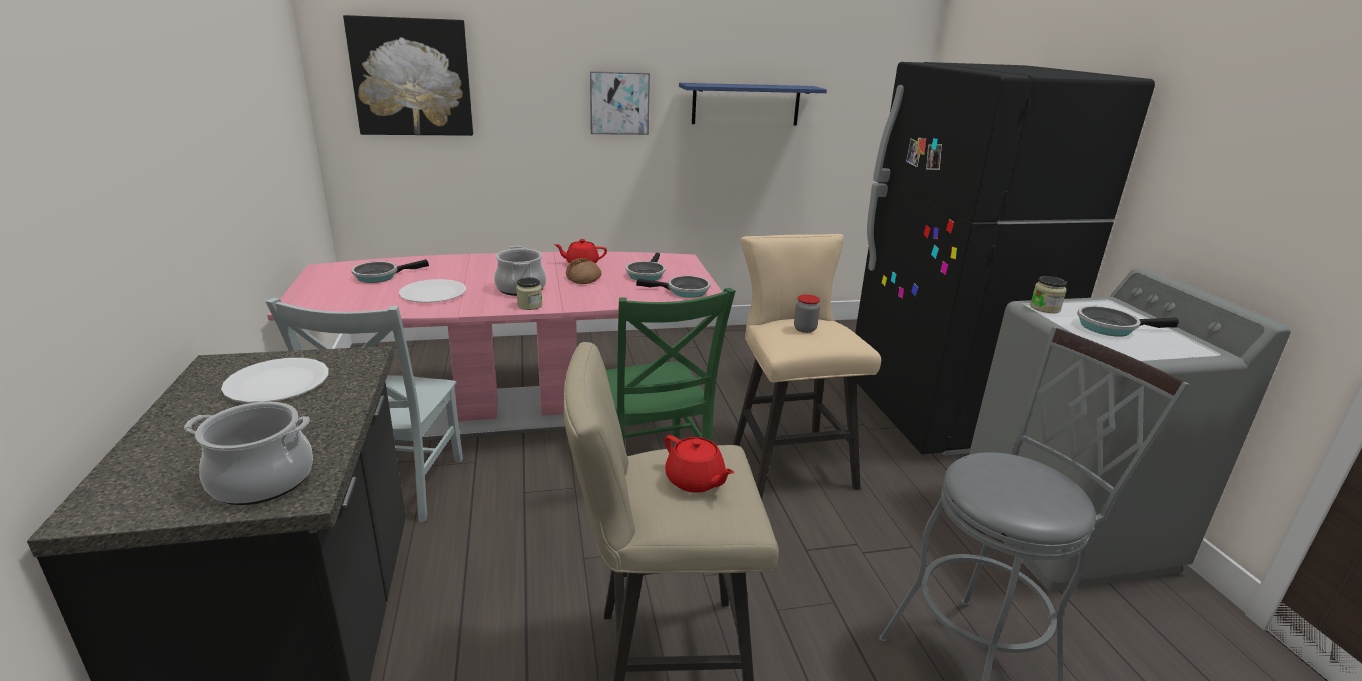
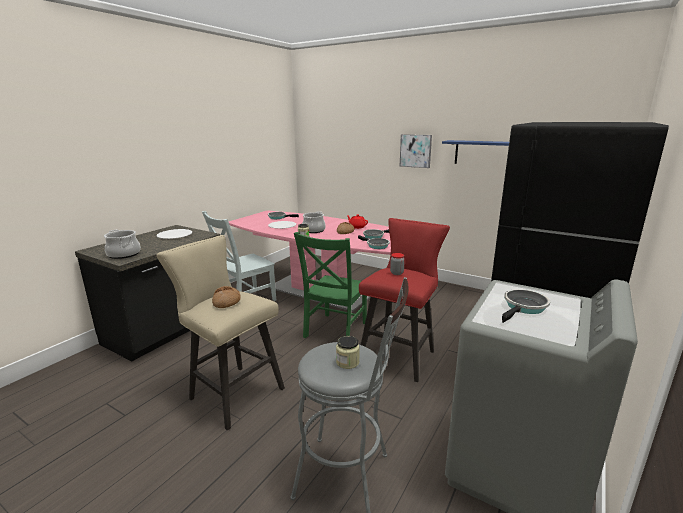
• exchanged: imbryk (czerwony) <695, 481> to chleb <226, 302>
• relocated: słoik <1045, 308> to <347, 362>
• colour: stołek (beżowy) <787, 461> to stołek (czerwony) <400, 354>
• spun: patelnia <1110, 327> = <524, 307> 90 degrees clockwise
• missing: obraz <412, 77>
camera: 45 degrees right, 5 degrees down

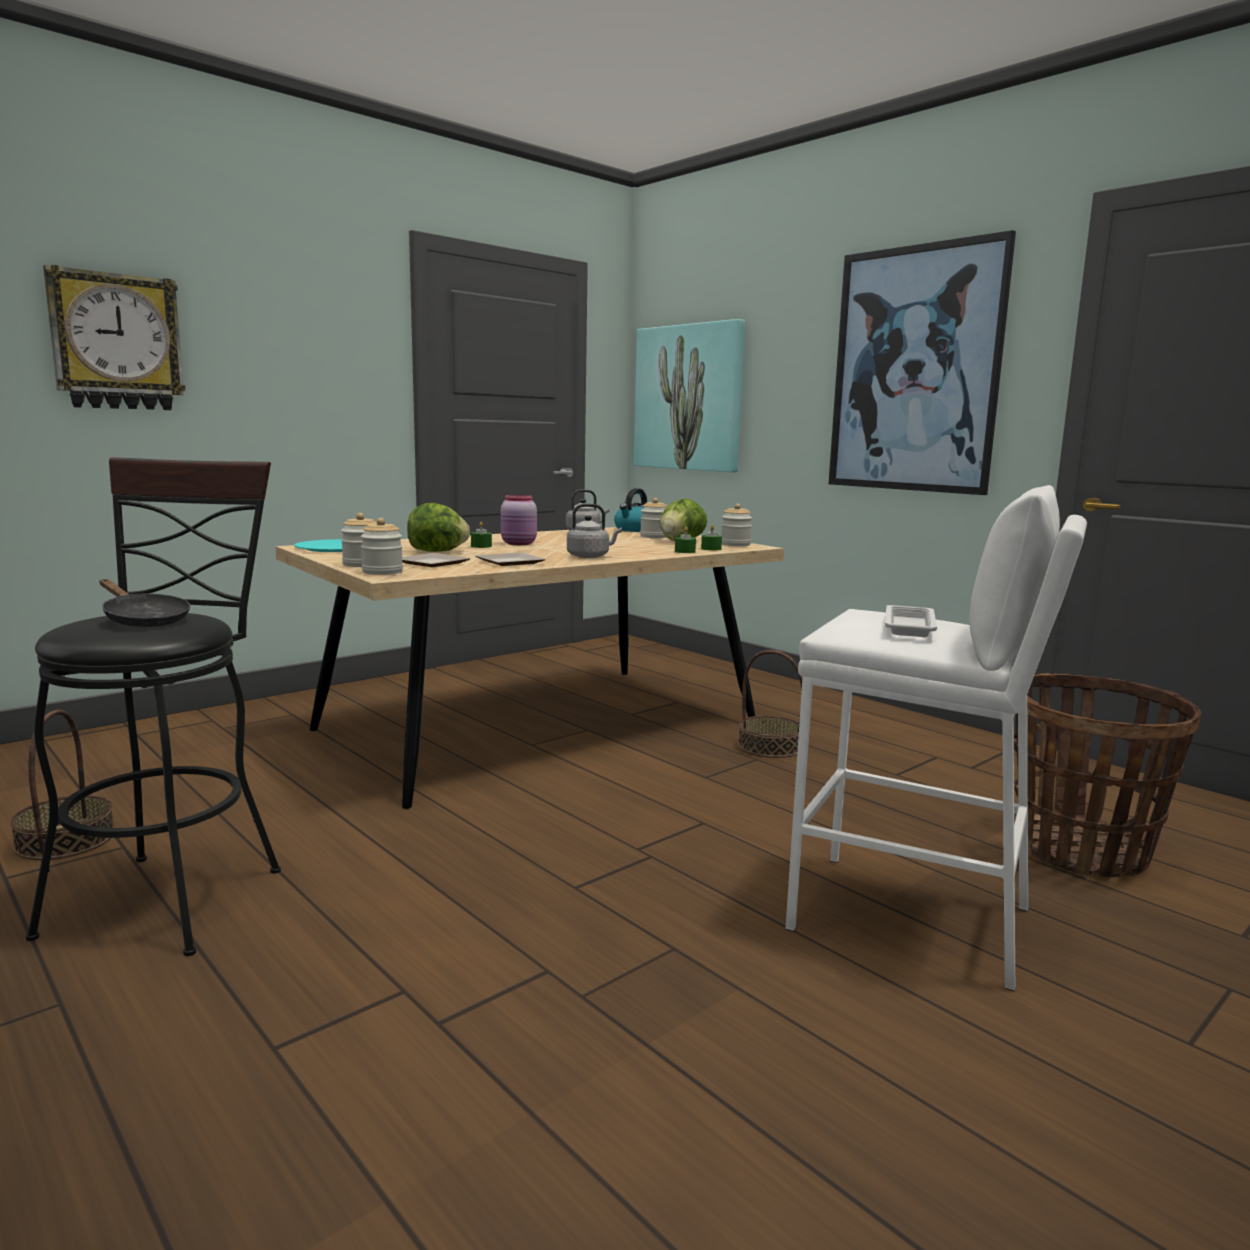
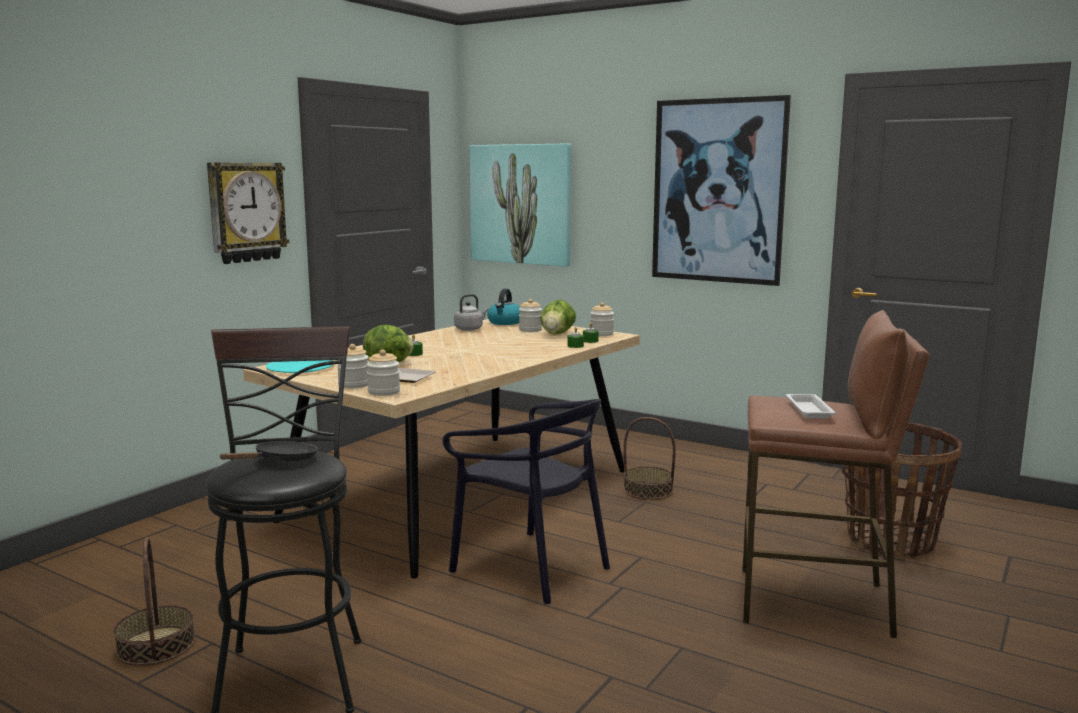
• relocated: zegar ścienny <116, 342> to <246, 212>
• spun: patelnia (czarny) <143, 620> = <281, 461> 75 degrees counterclockwise
• appeared: krzesło (czarny) <531, 567>
• colour: stołek (biały) <911, 918> to stołek (brązowy) <814, 603>
• missing: talerz <509, 563>
• missing: słoik (różowy) <519, 544>
• missing: czajnik (szary) <590, 556>
camera: 15 degrees left, 0 degrees up

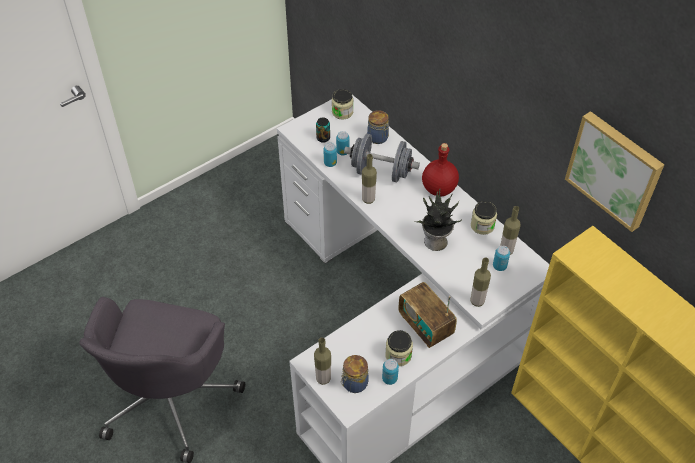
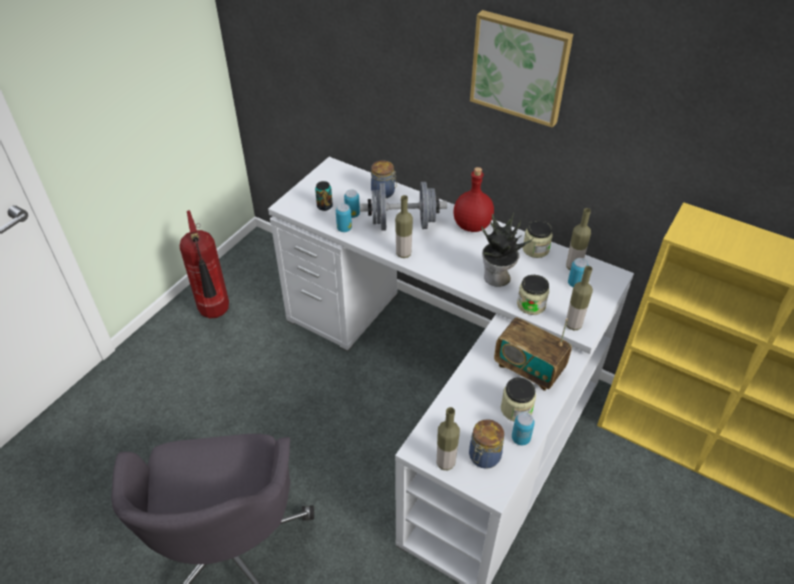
• appeared: gaśnica <216, 313>
• relocated: obraz <615, 169> to <520, 67>
• relocated: słoik <342, 112> to <531, 305>
camera: 20 degrees left, 5 degrees down

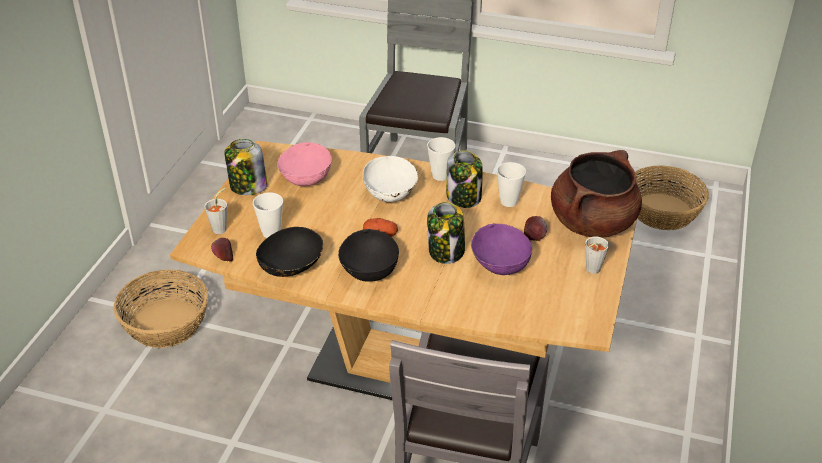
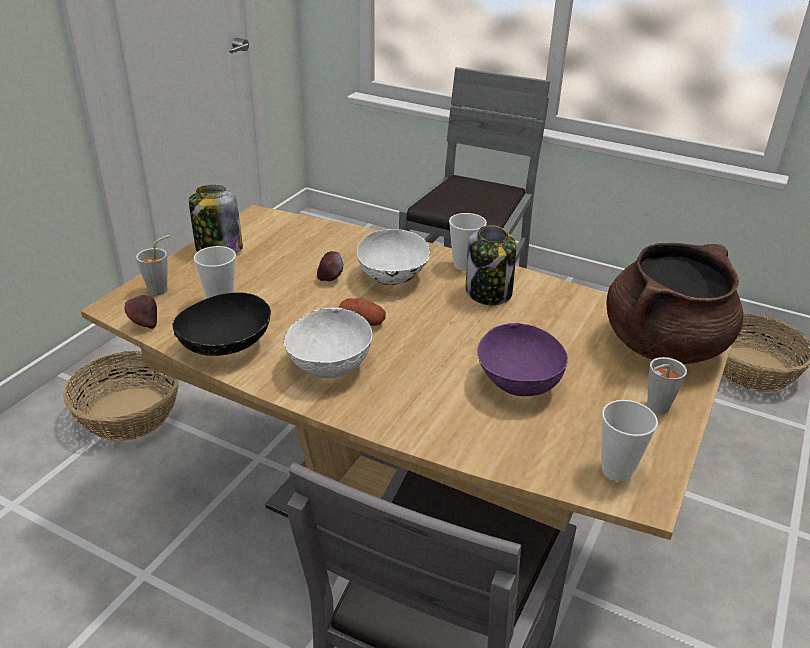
• colour: miska (czarny) <368, 270> to miska (biały) <329, 364>
• relocated: jabłko <534, 237> to <330, 278>
• relocated: filiżanka <508, 202> to <617, 470>
• missing: miska (różowy) <305, 178>
• missing: słoik <446, 251>
camera: 10 degrees right, 5 degrees down

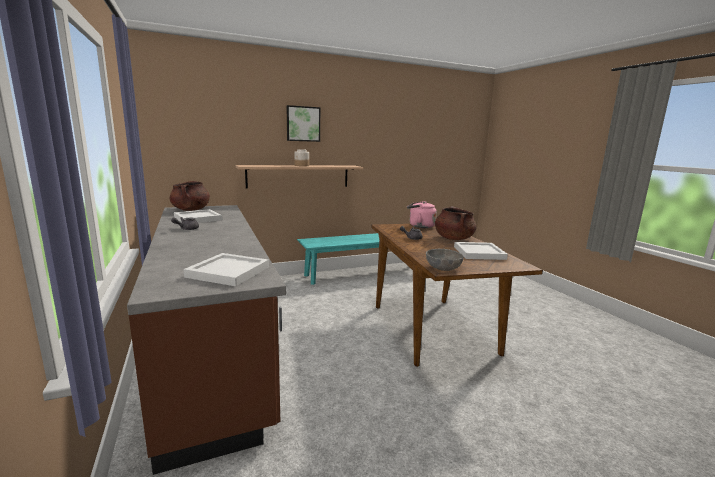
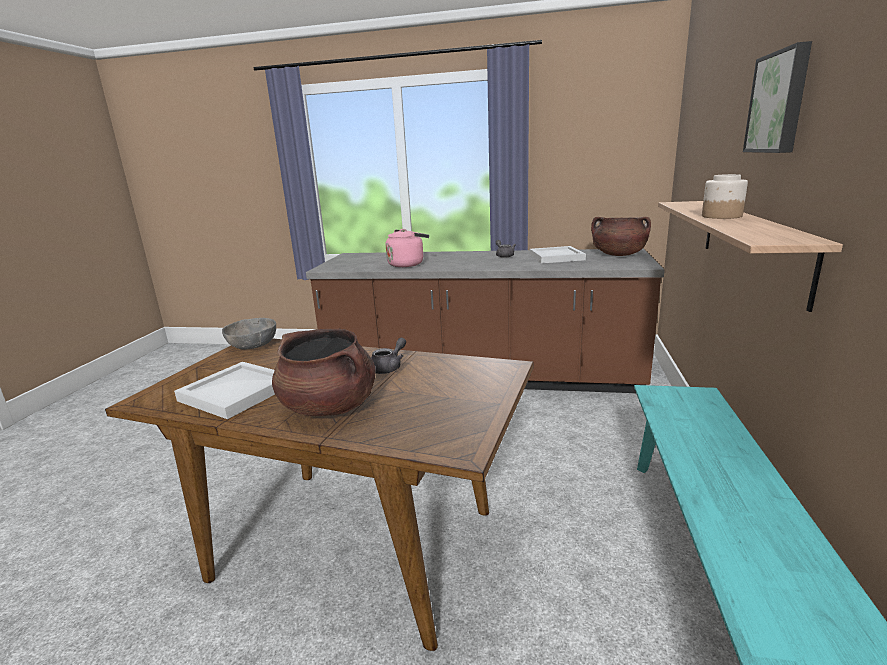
• relocated: czajnik (różowy) <420, 226> to <407, 264>
• missing: taca (biały) <228, 271>
camera: 125 degrees right, 5 degrees up

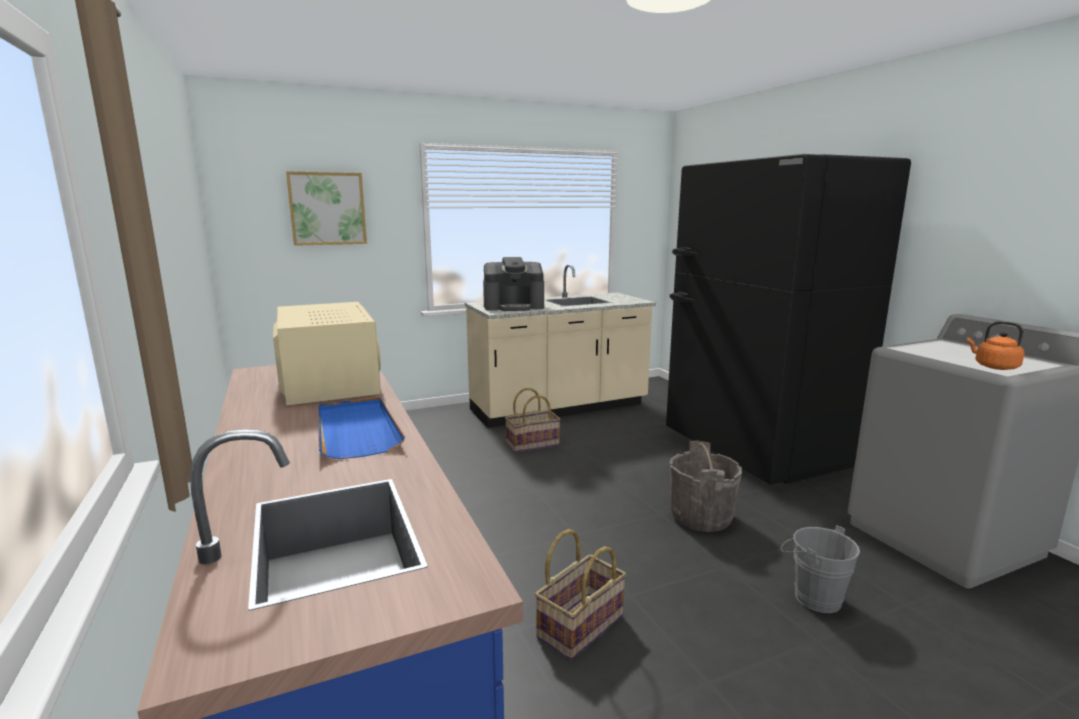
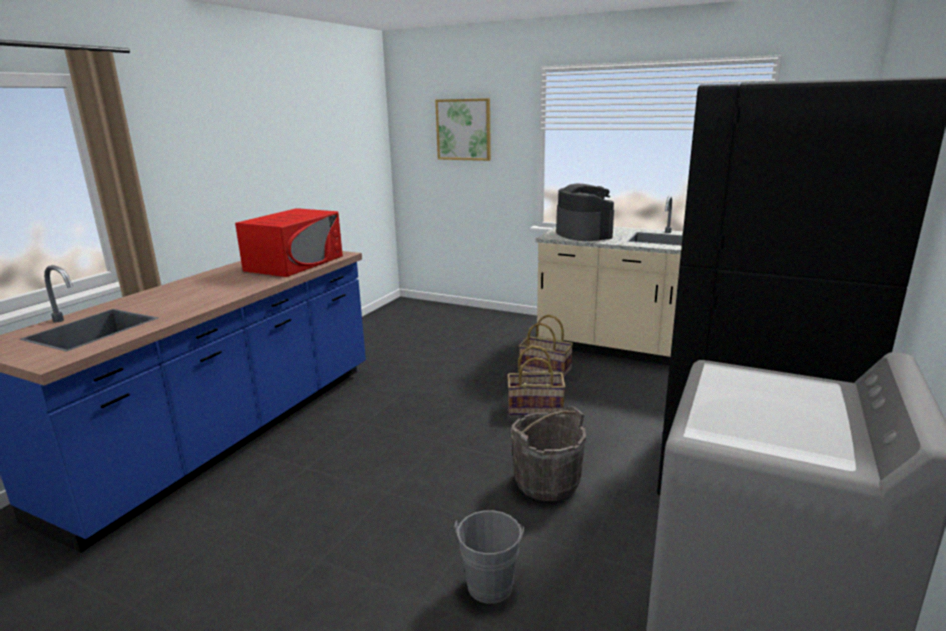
• colour: mikrofalówka (beżowy) <329, 381> to mikrofalówka (czerwony) <295, 263>
• relocated: koszyk <580, 625> to <535, 408>
• spun: ekspres do kawy <514, 306> = <583, 234> 150 degrees counterclockwise
• missing: taca (niebieski) <356, 430>
• missing: czajnik (pomarańczowy) <993, 367>
camera: 50 degrees right, 5 degrees up

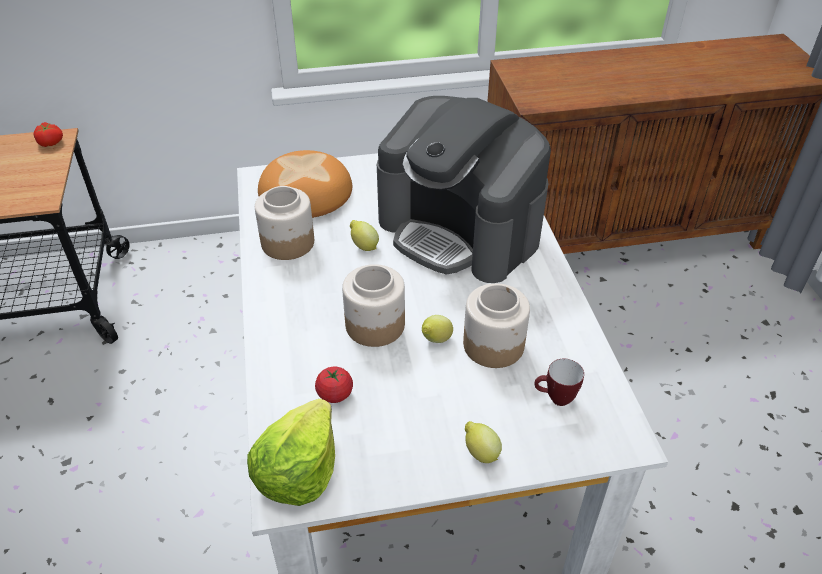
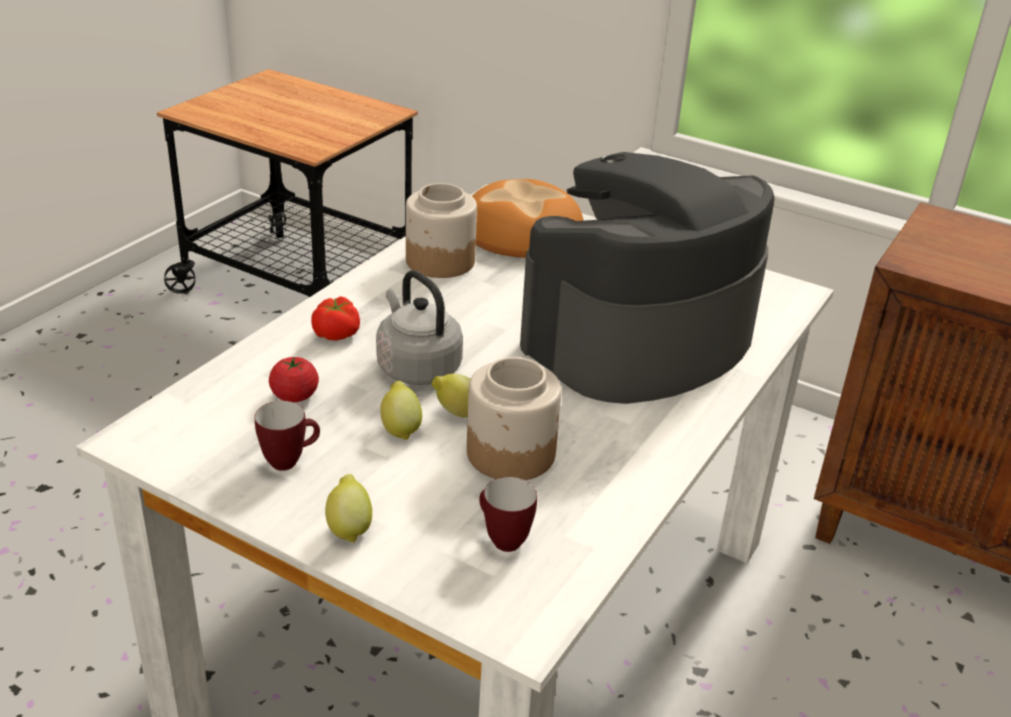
• appeared: kubek <290, 460>
• relocated: pomidor <51, 142> to <337, 333>
• exchanged: słoik <374, 325> to czajnik (szary) <416, 367>
• relocated: cytryna <364, 246> to <400, 429>
• spun: ekspres do kawy <460, 230> = <637, 340> 60 degrees clockwise
• missing: sałata <298, 470>
camera: 40 degrees right, 10 degrees down

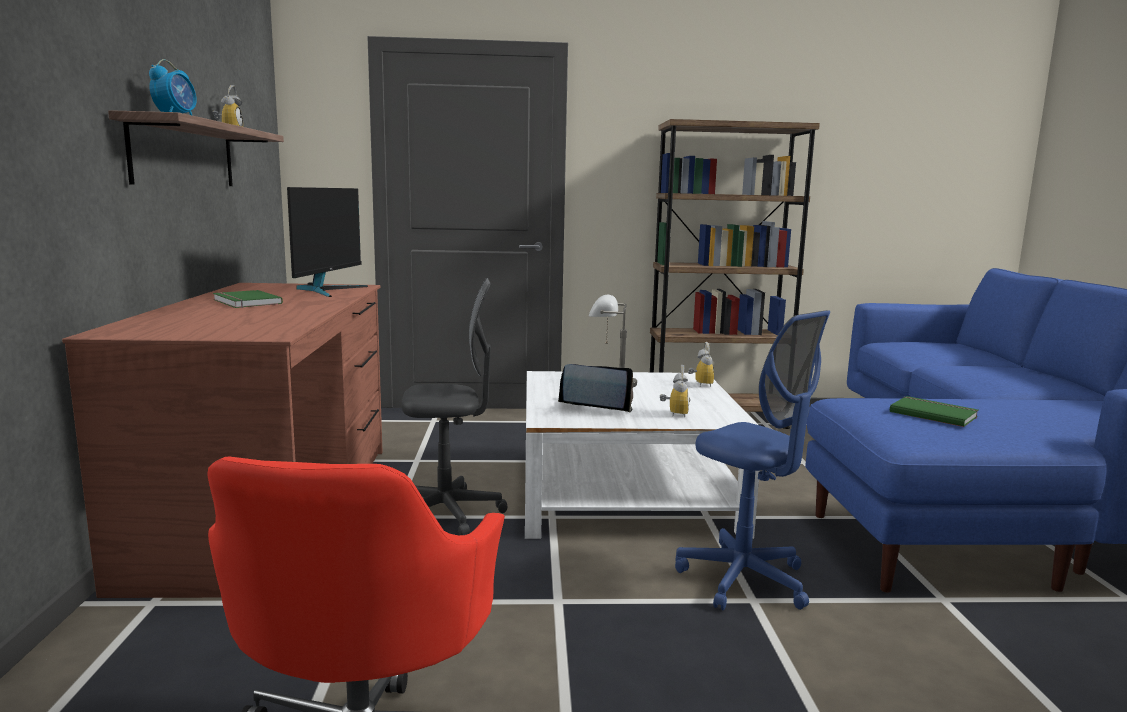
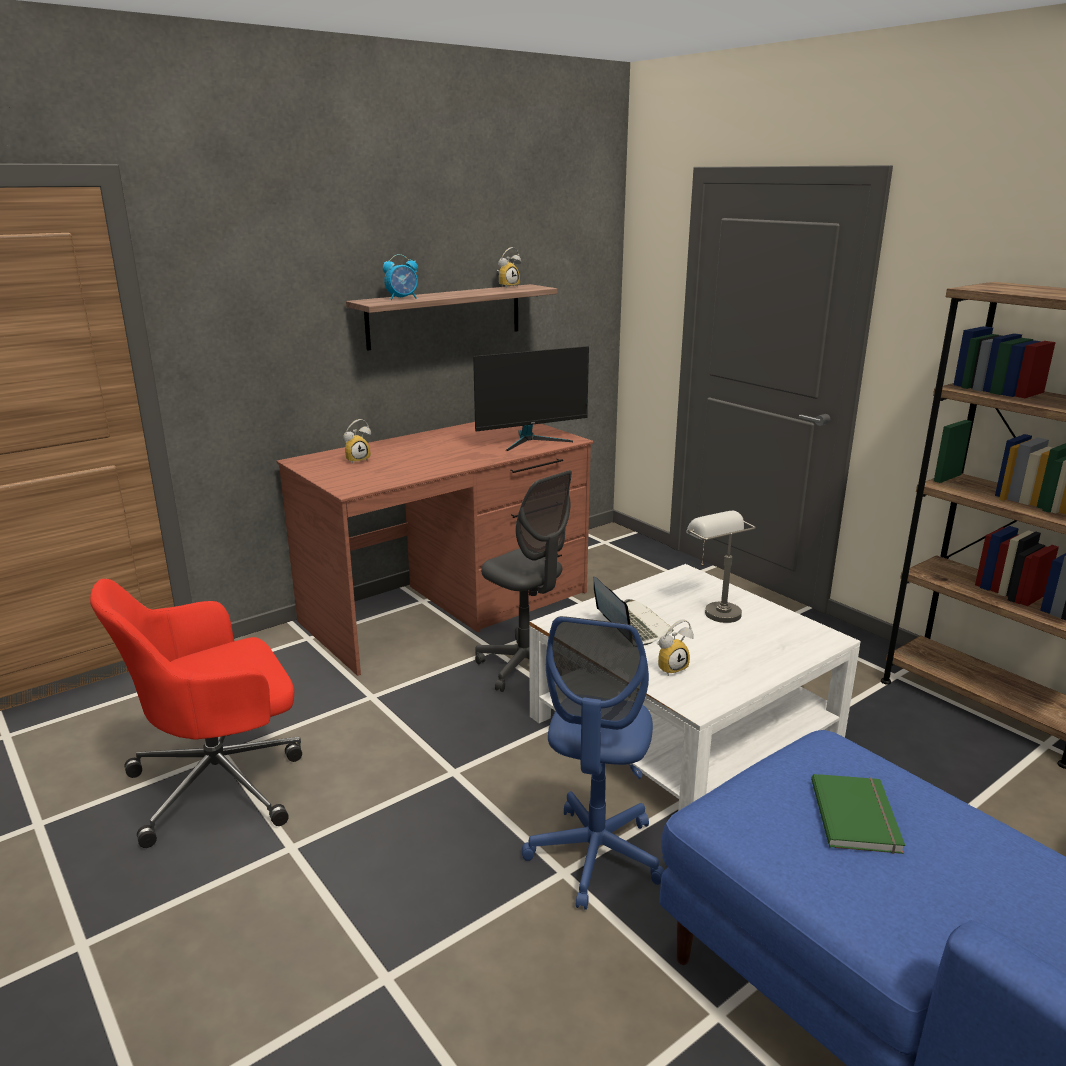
• relocated: budzik <699, 384> to <357, 460>
• missing: książka (zielony) <245, 302>
camera: 55 degrees right, 10 degrees up

